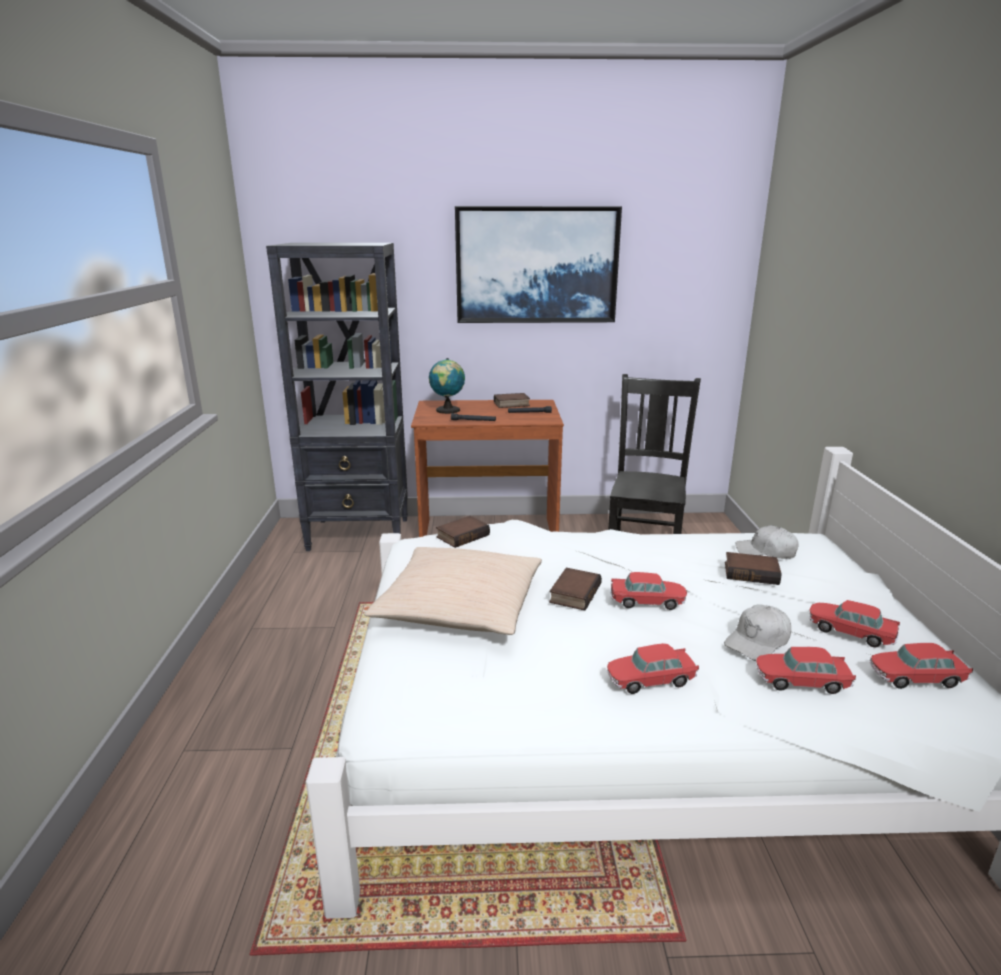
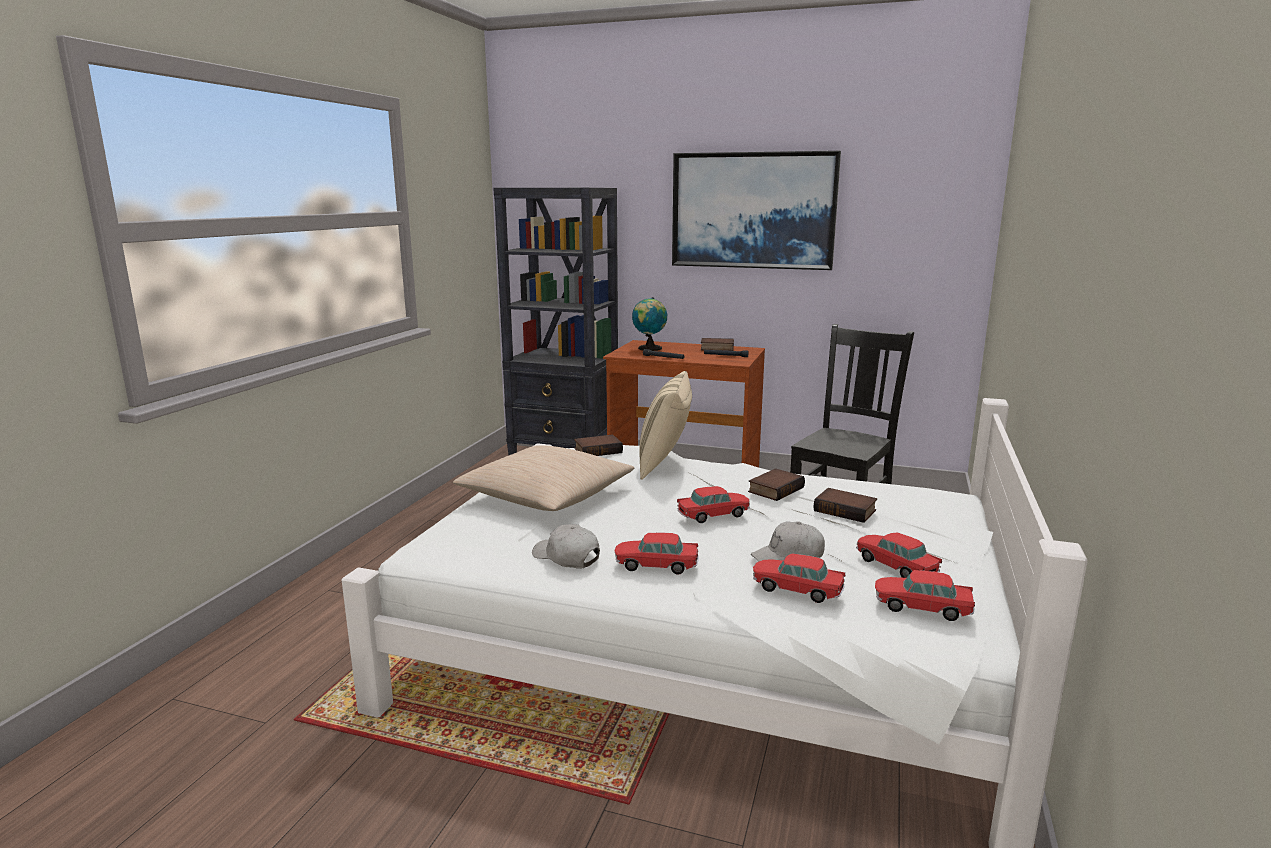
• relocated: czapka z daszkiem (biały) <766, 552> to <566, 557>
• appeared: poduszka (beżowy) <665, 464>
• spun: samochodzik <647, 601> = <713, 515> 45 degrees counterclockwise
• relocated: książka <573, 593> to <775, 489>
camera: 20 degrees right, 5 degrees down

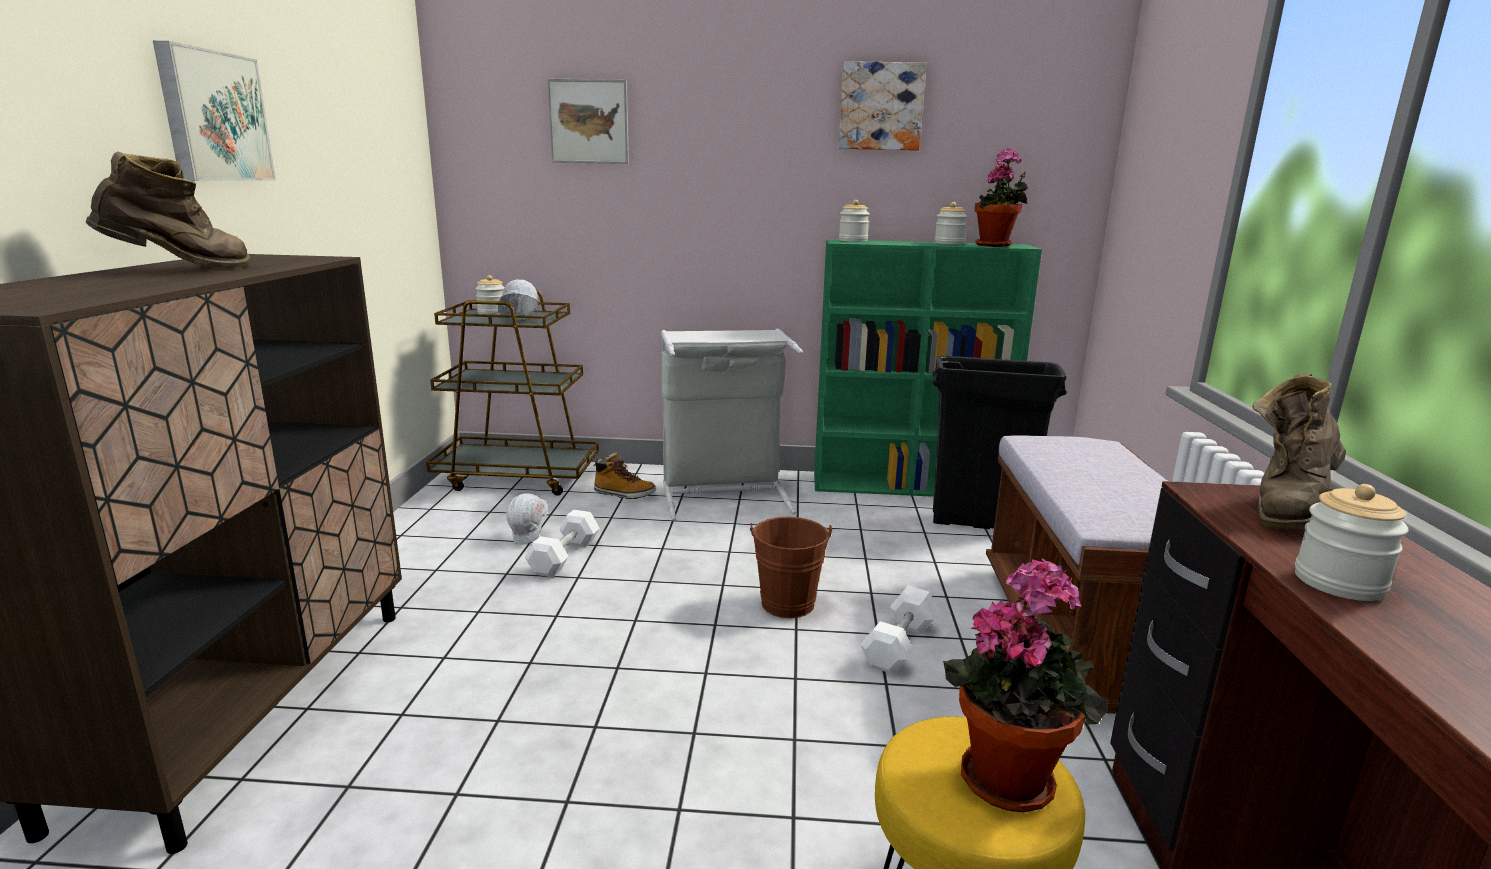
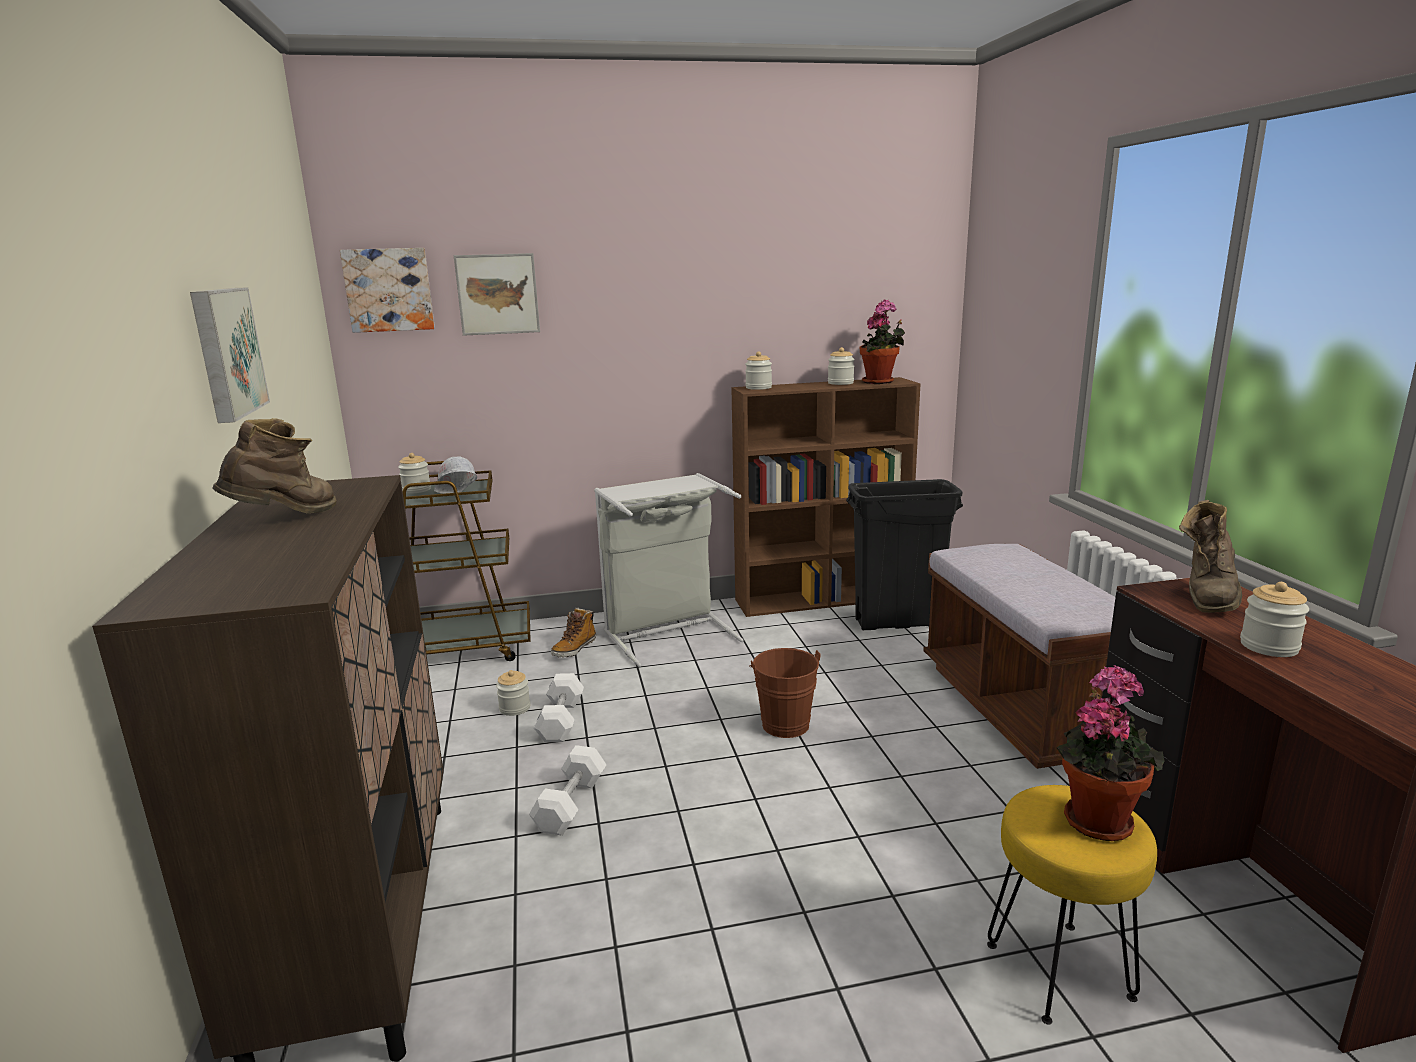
• relocated: obraz <880, 107> to <389, 290>
• exchanged: kask (biały) <530, 538> to słoik <515, 708>
• relocated: hantel (biały) <899, 645> to <570, 804>
• spun: but z cholewką <624, 494> = <574, 648> 120 degrees clockwise
• colour: regał (zielony) <909, 486> to regał (brązowy) <823, 598>
camera: 15 degrees left, 0 degrees up

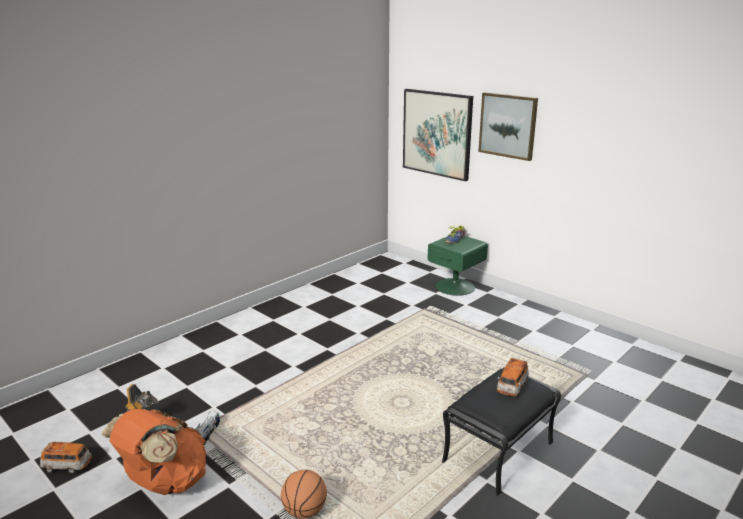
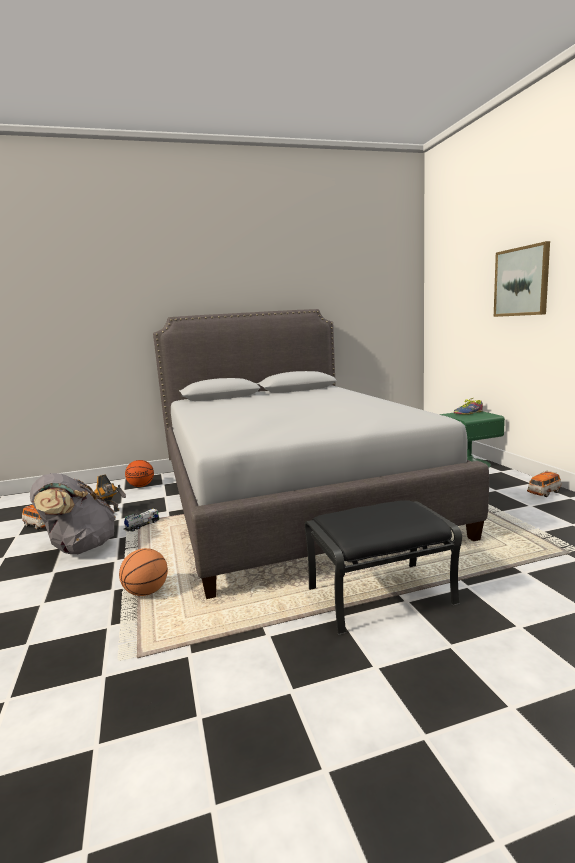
• colour: plecak (pomarańczowy) <165, 482> to plecak (szary) <79, 548>
• appeared: piłka do koszykówki <141, 486>
• appeared: łóżko (szary) <292, 498>
• relocated: samochodzik <512, 387> to <543, 493>
• missing: obraz <437, 133>
camera: 30 degrees right, 10 degrees down

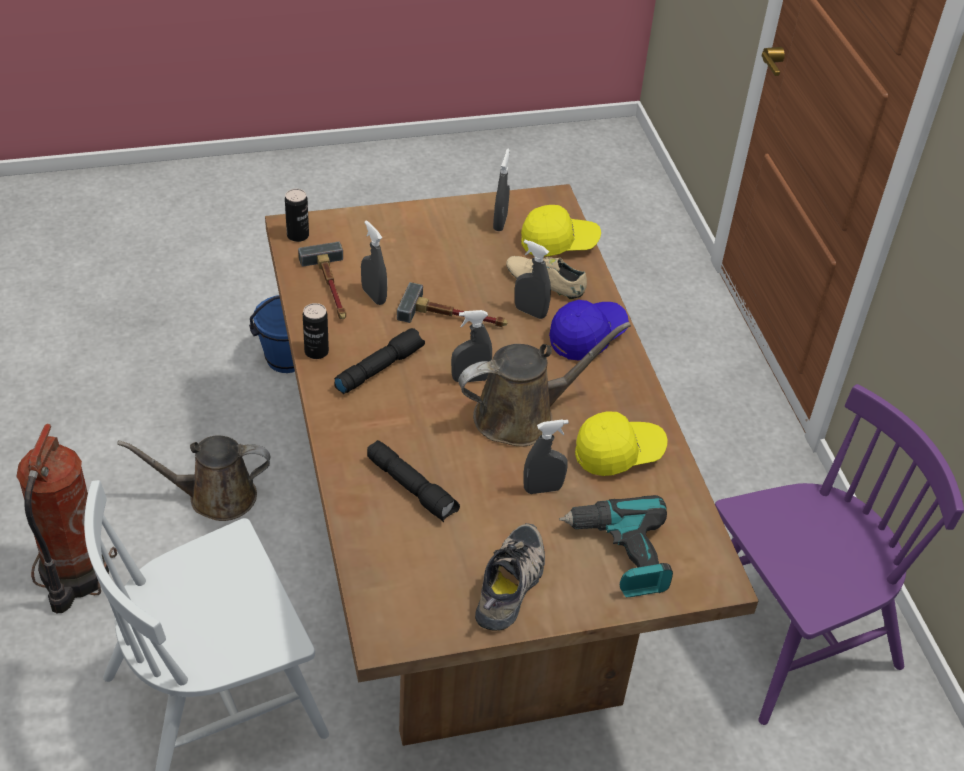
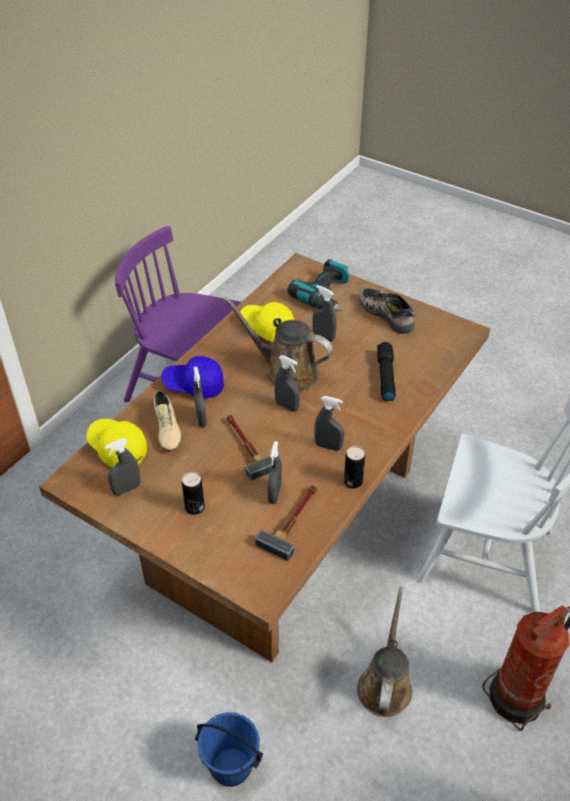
• relocated: puszka <298, 235> to <194, 507>
• exchanged: latarka (czarny) <379, 368> to spryskiwacz (szary) <328, 446>
• spun: konewka (brązowy) <215, 496> = <385, 684> 120 degrees counterclockwise
• spun: but <512, 585> = <387, 314> 75 degrees clockwise
camera: 130 degrees left, 0 degrees up

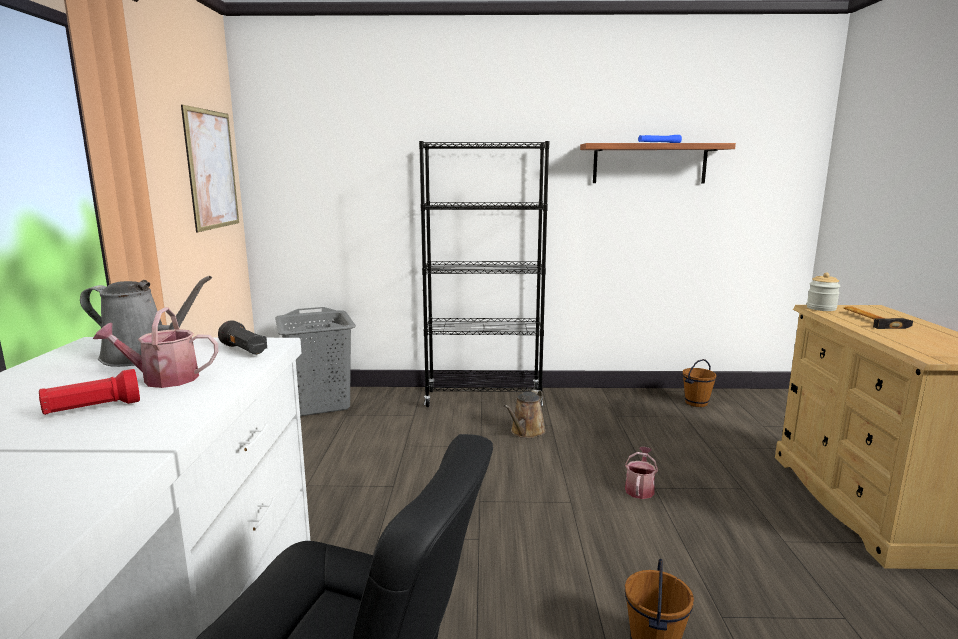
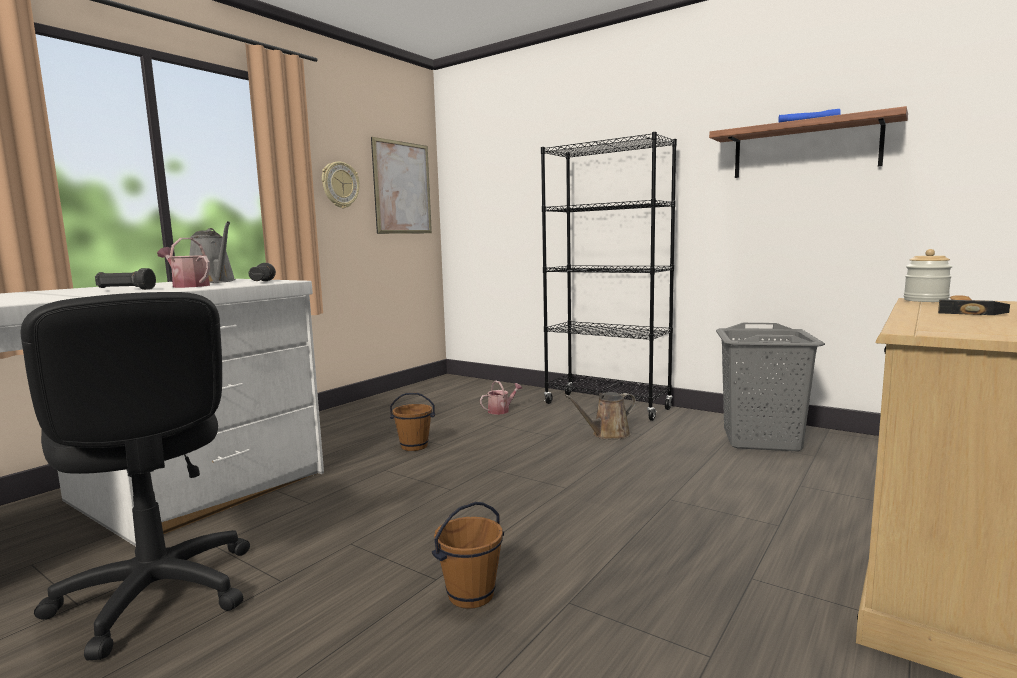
• colour: latarka (czerwony) <93, 409> to latarka (czarny) <126, 290>
• appeared: zegar ścienny <340, 185>
• relocated: wiadro (brązowy) <696, 403> to <414, 446>
• relocated: konewka <640, 488> to <501, 410>
• relocated: kosz na pranie (szary) <319, 404> to <760, 440>
camera: 35 degrees right, 5 degrees down

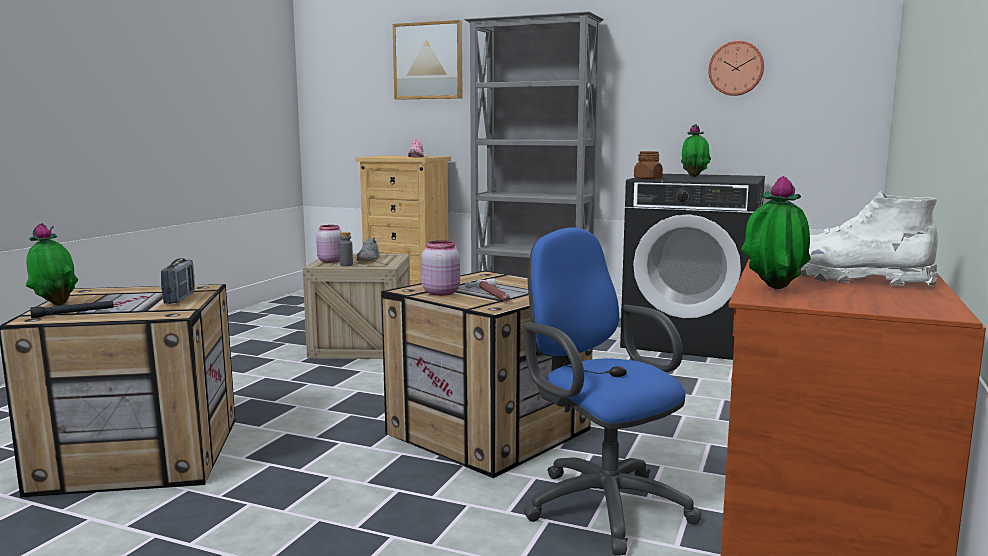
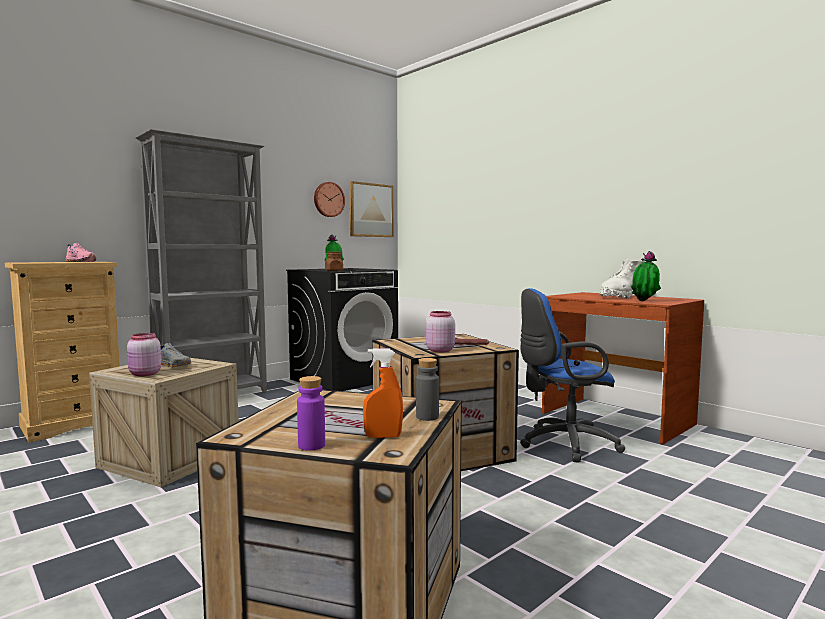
• exchanged: roślina doniczkowa <55, 304> to butelka (fioletowy) <311, 445>
• relocated: obraz <428, 61> to <371, 210>
• exchanged: latarka (czarny) <73, 313> to spryskiwacz (pomarańczowy) <383, 436>
• relocated: butelka (szary) <346, 265> to <427, 417>
• missing: radio <180, 298>
camera: 65 degrees left, 5 degrees down

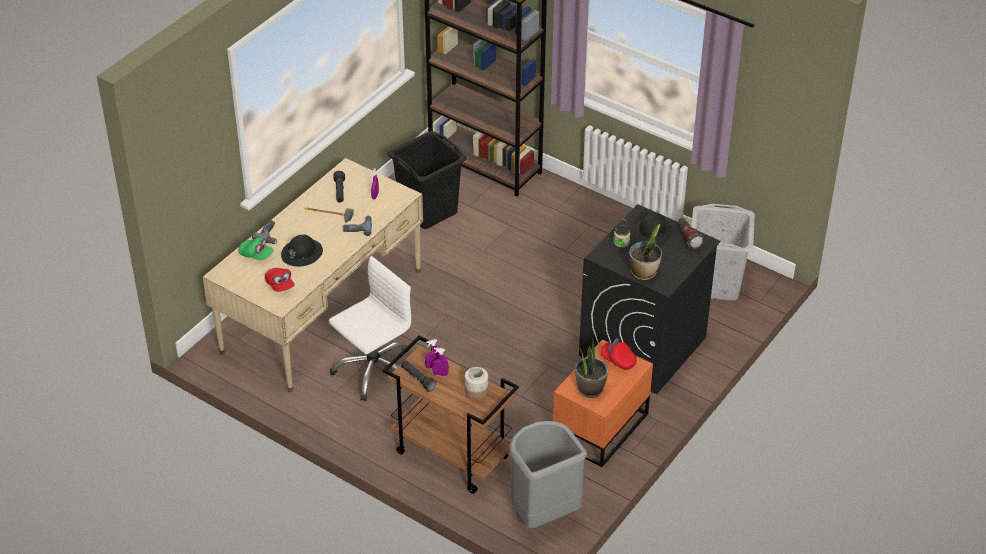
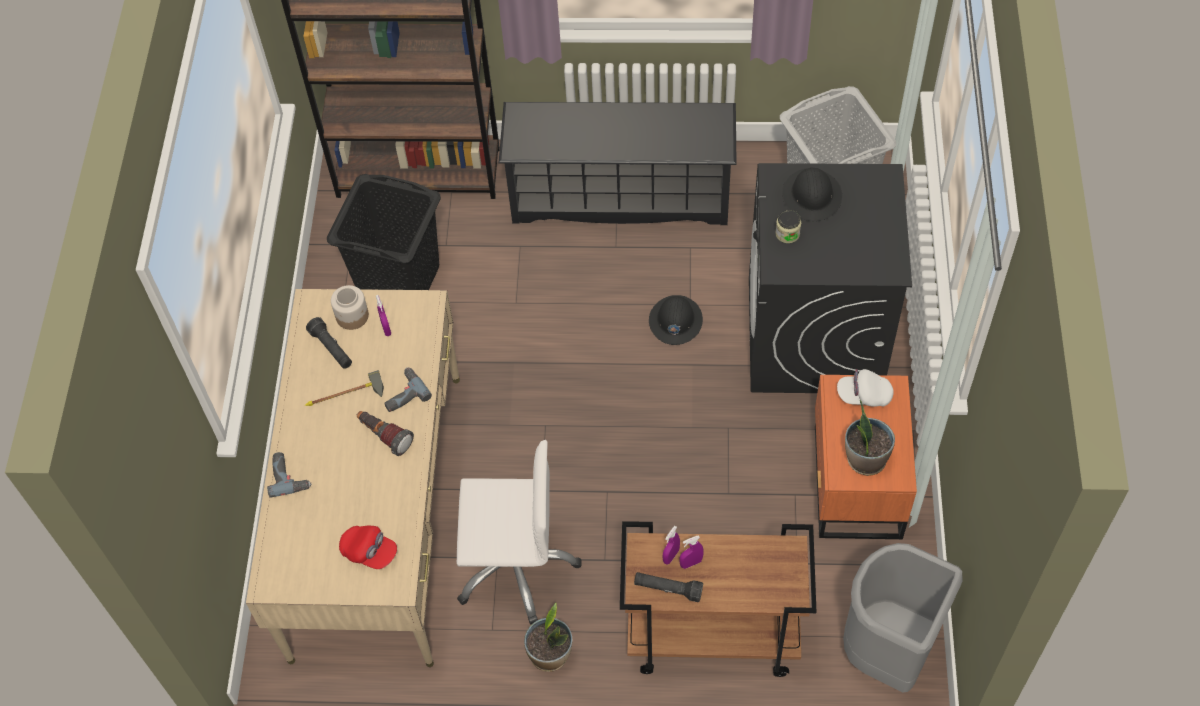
• relocated: słoik <476, 390> to <352, 316>
• relocated: latarka <687, 238> to <384, 436>
• spun: krzesło biurowe (biały) <374, 369> = <515, 565> 75 degrees clockwise
• appeared: regał na buty (czarny) <620, 196>
• relocated: roślina doniczkowa <644, 272> to <550, 654>
• relocated: kask (czarny) <301, 253> to <675, 321>
• colour: czapka z daszkiem (czerwony) <618, 360> to czapka z daszkiem (biały) <864, 395>
• missing: czapka z daszkiem (zielony) <256, 255>
camera: 30 degrees left, 15 degrees up

